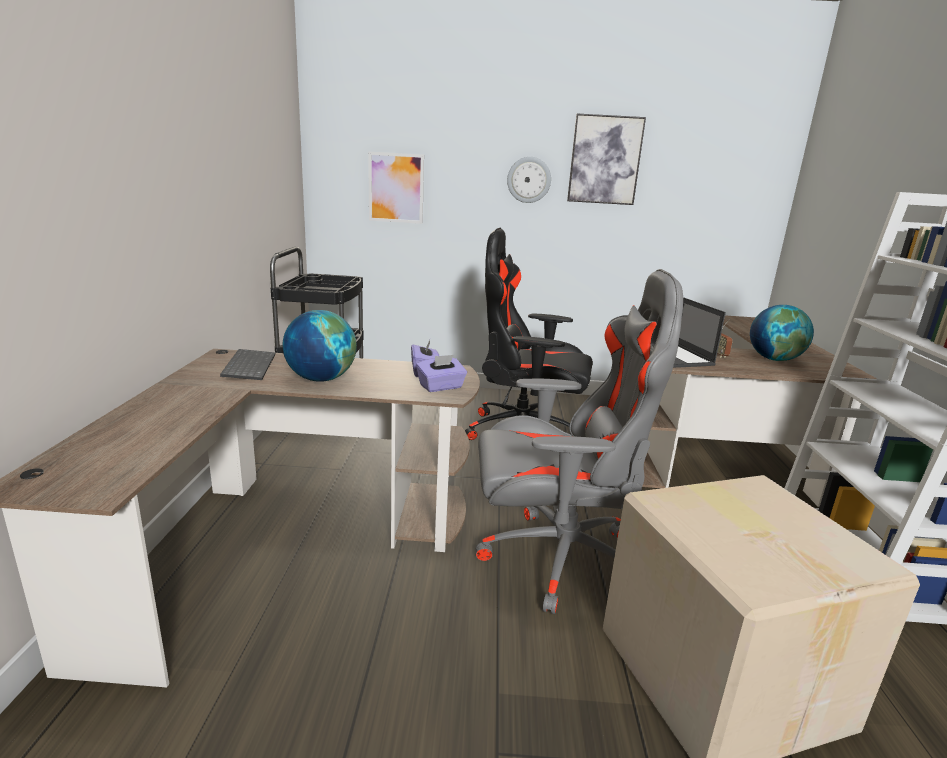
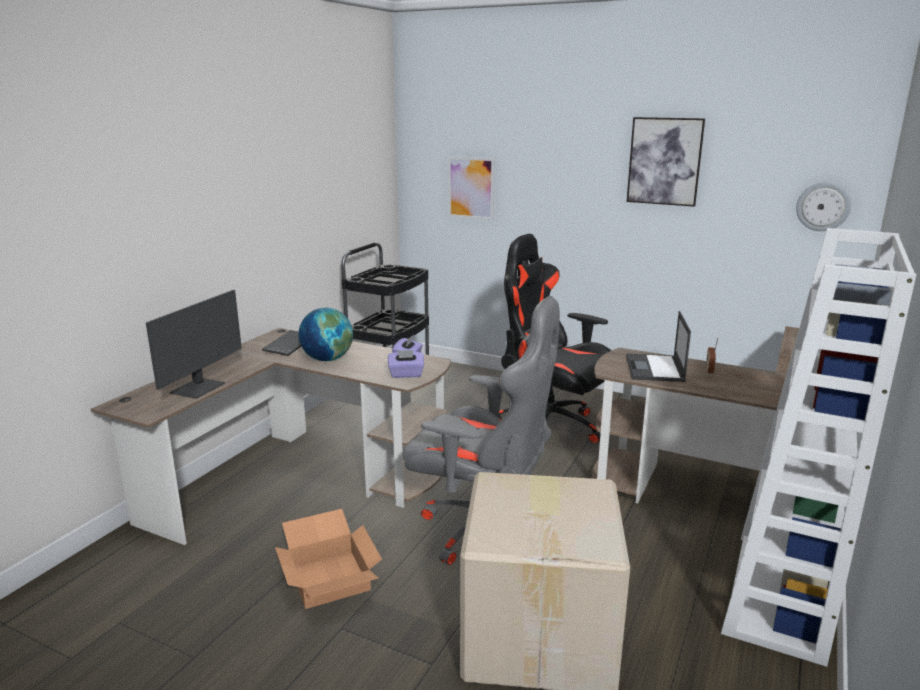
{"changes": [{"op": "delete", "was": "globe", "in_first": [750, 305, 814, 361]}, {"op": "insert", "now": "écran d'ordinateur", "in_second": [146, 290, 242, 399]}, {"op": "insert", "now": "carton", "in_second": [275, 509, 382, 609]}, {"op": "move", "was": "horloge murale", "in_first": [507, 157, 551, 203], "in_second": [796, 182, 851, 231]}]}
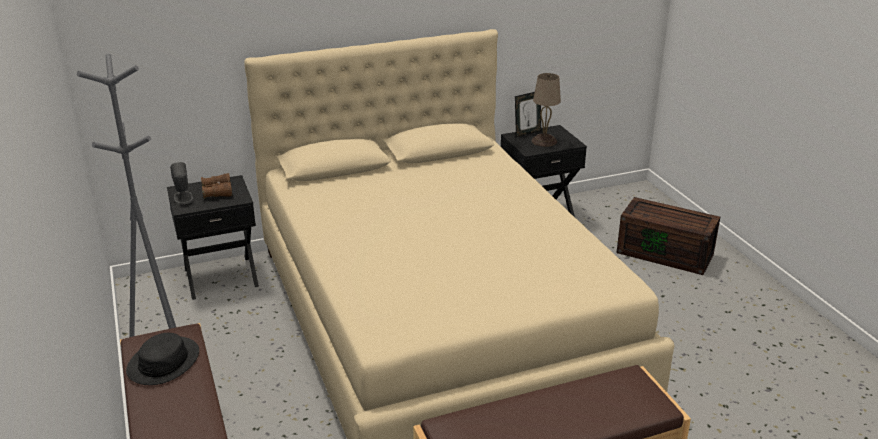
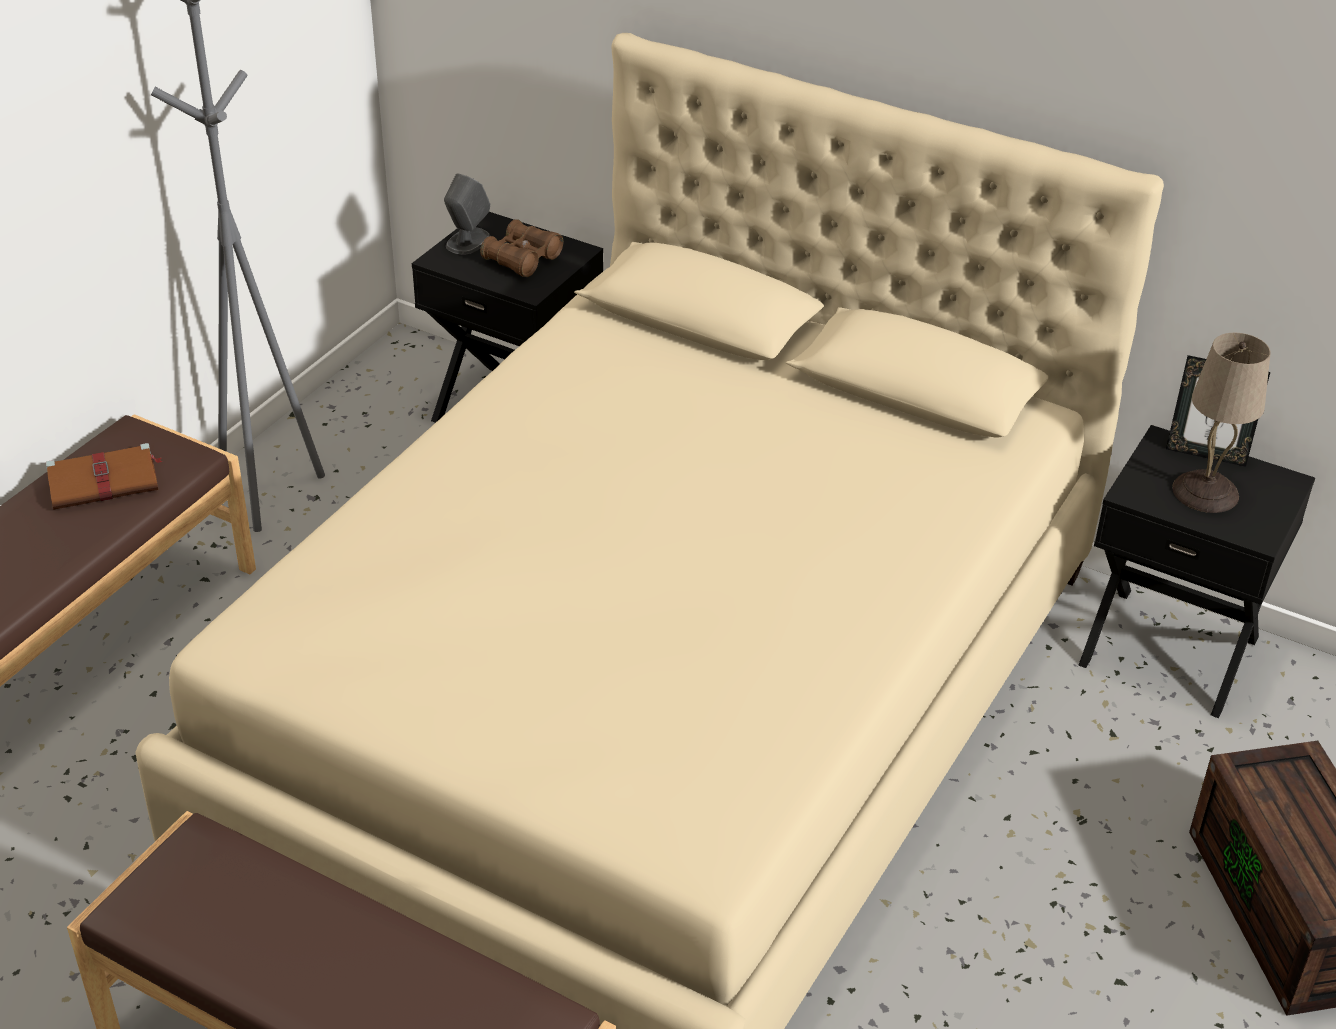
{"changes": [{"op": "replace", "was": "chapeau/noir", "now": "livre/marron", "in_first": [126, 333, 199, 385], "in_second": [46, 443, 162, 510]}]}
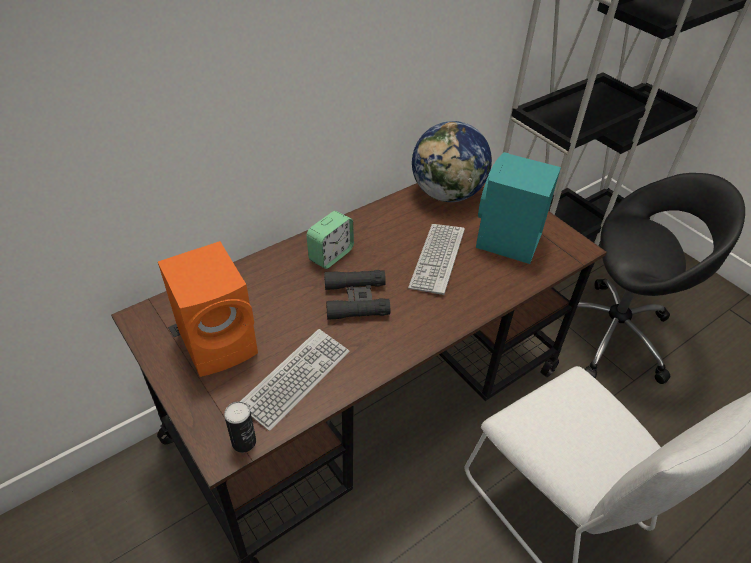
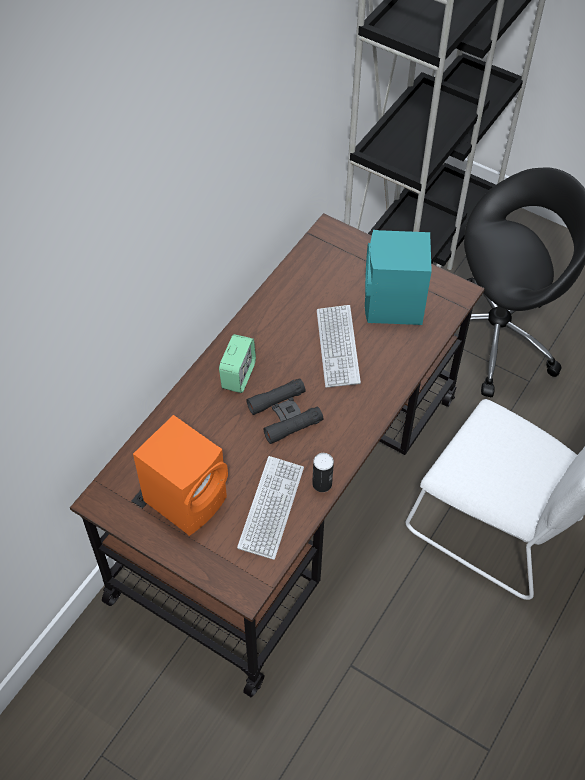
{"changes": [{"op": "delete", "was": "globe", "in_first": [412, 121, 492, 202]}, {"op": "move", "was": "boîte métallique", "in_first": [224, 401, 256, 453], "in_second": [312, 453, 334, 492]}]}
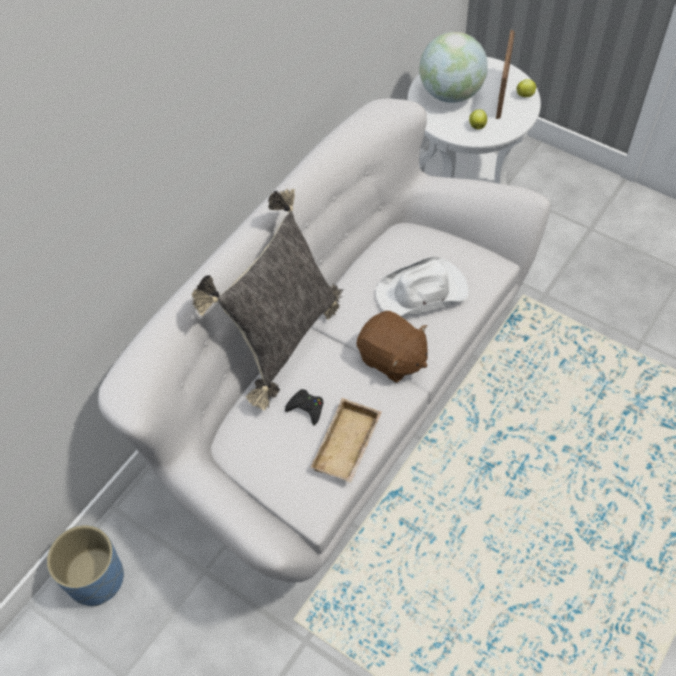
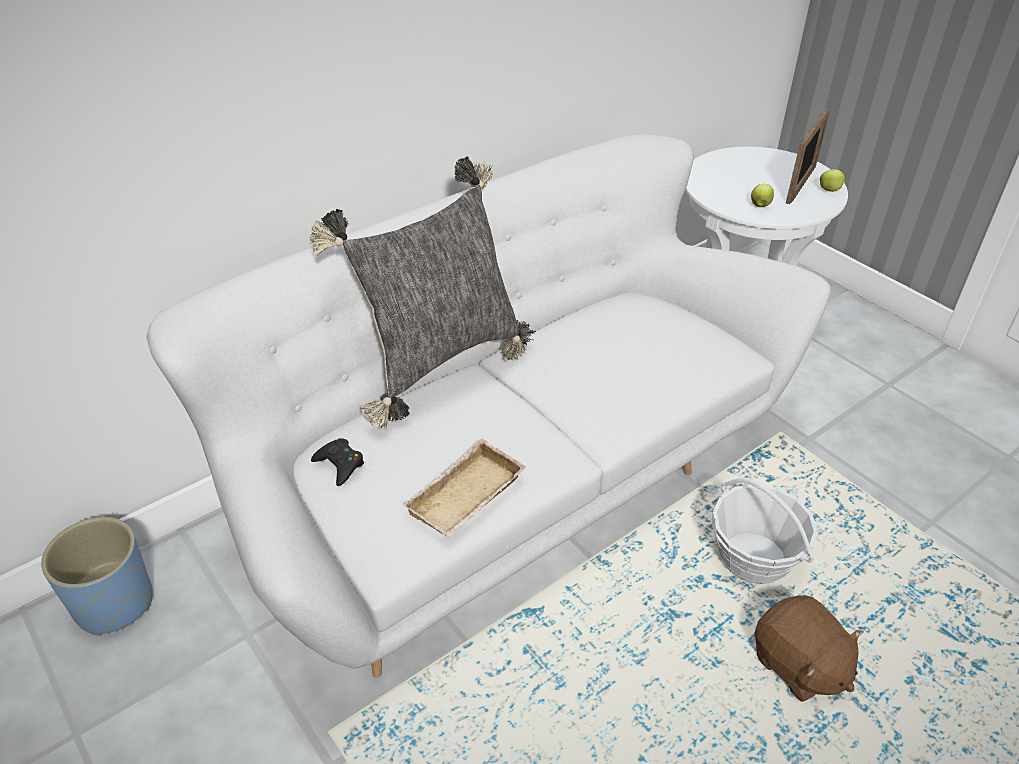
{"changes": [{"op": "delete", "was": "chapeau/blanc", "in_first": [375, 256, 469, 317]}, {"op": "delete", "was": "globe", "in_first": [419, 32, 488, 103]}, {"op": "insert", "now": "panier", "in_second": [712, 478, 818, 584]}, {"op": "move", "was": "manette/noir", "in_first": [285, 389, 323, 426], "in_second": [311, 438, 364, 486]}, {"op": "move", "was": "peluche/marron", "in_first": [357, 311, 428, 383], "in_second": [754, 595, 863, 702]}]}
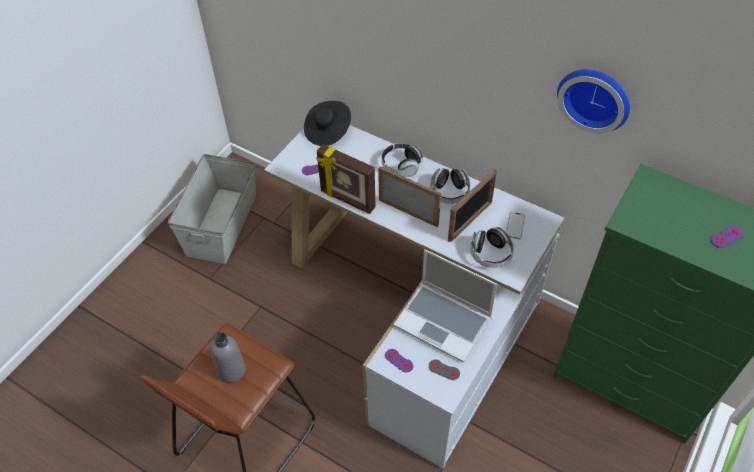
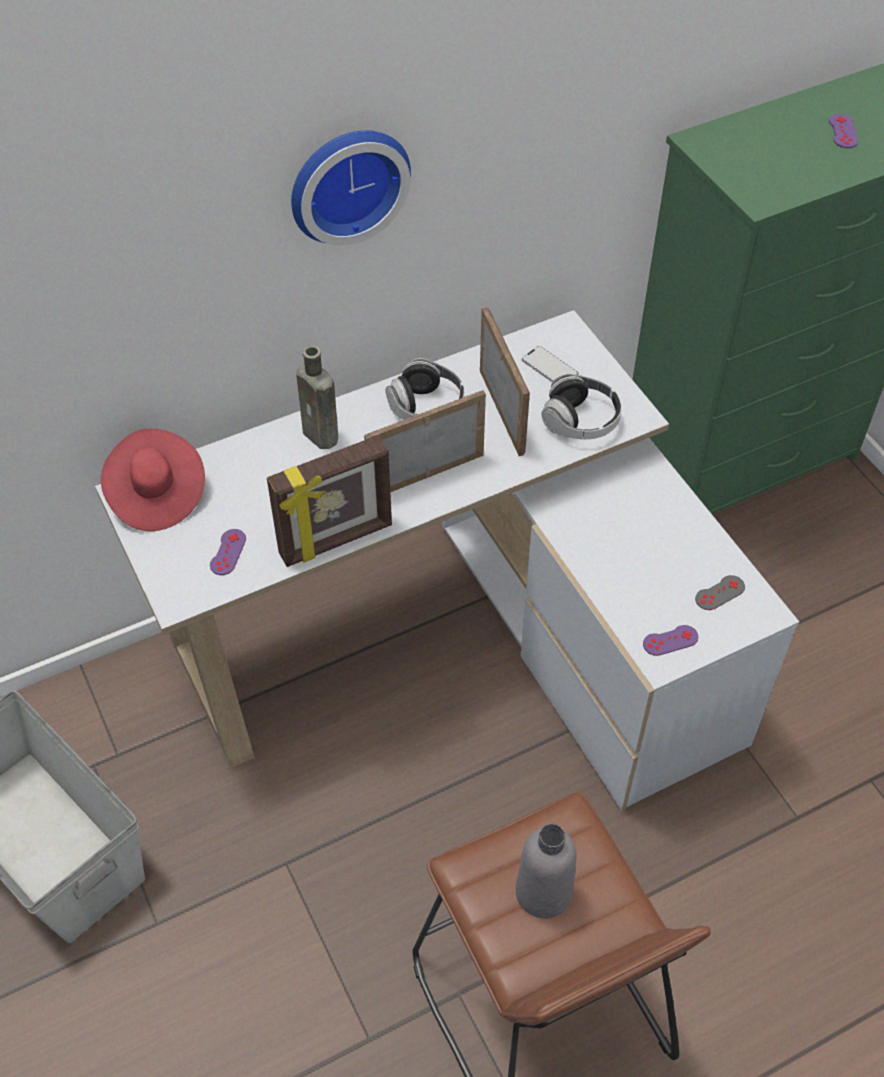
{"changes": [{"op": "delete", "was": "ordinateur portable", "in_first": [393, 249, 497, 363]}, {"op": "move", "was": "horloge murale", "in_first": [557, 69, 630, 133], "in_second": [291, 130, 411, 245]}, {"op": "replace", "was": "casque audio", "now": "bouteille/marron", "in_first": [382, 143, 423, 177], "in_second": [297, 346, 338, 449]}, {"op": "recolor", "was": "chapeau/noir", "now": "chapeau/rouge", "in_first": [304, 101, 351, 146], "in_second": [101, 428, 205, 531]}]}
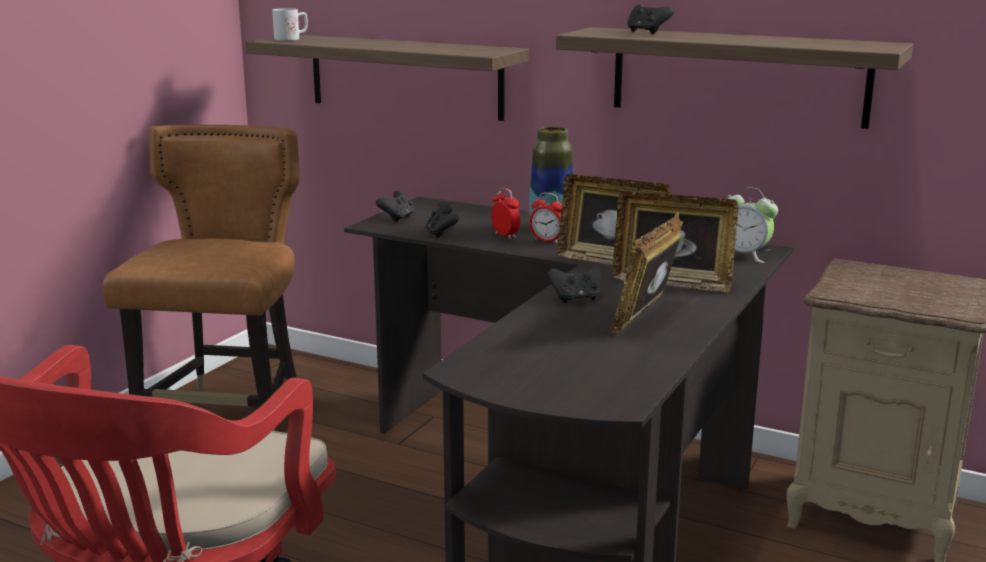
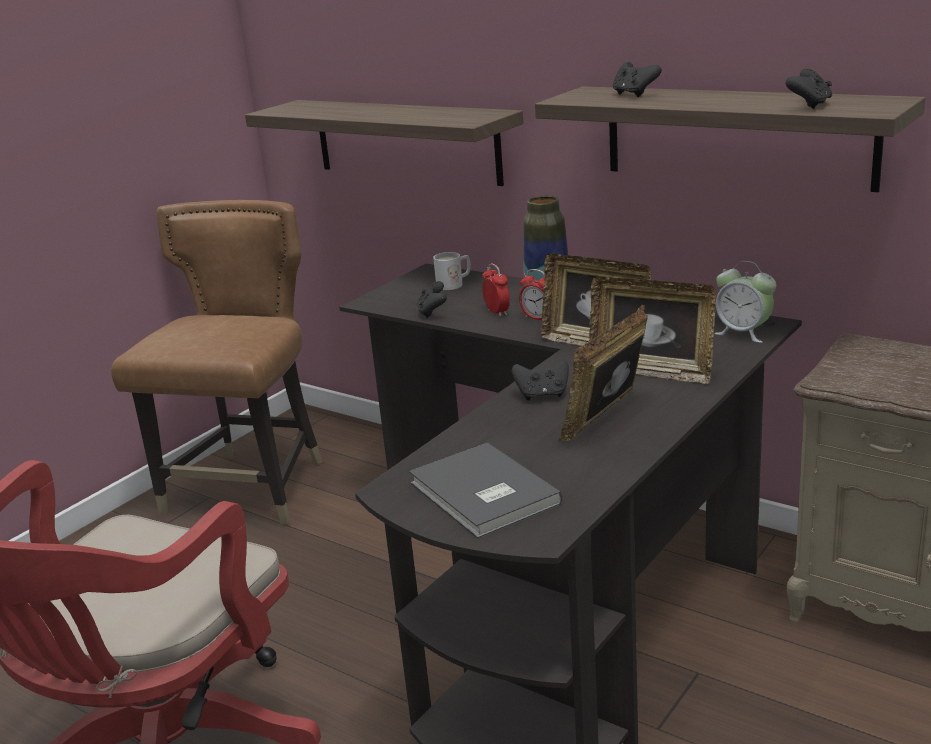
{"changes": [{"op": "insert", "now": "livre/gris", "in_second": [409, 443, 562, 538]}, {"op": "move", "was": "mug/blanc", "in_first": [272, 8, 308, 41], "in_second": [433, 252, 471, 290]}, {"op": "move", "was": "manette/noir", "in_first": [376, 191, 414, 222], "in_second": [786, 69, 832, 109]}]}
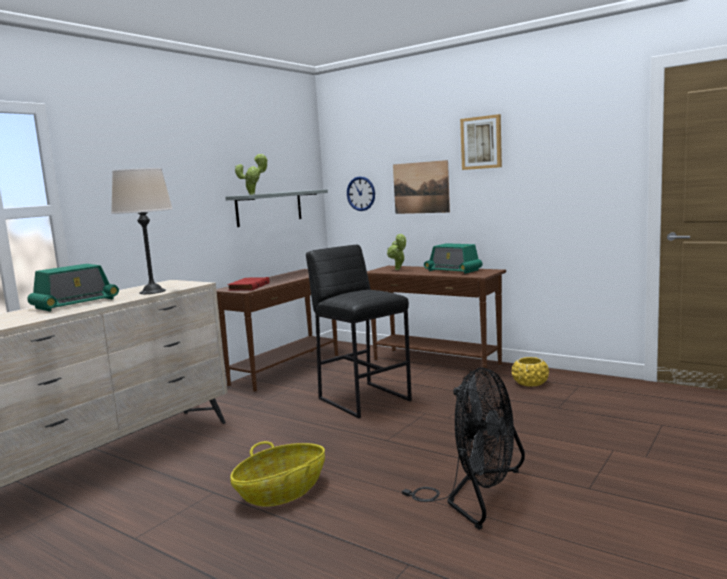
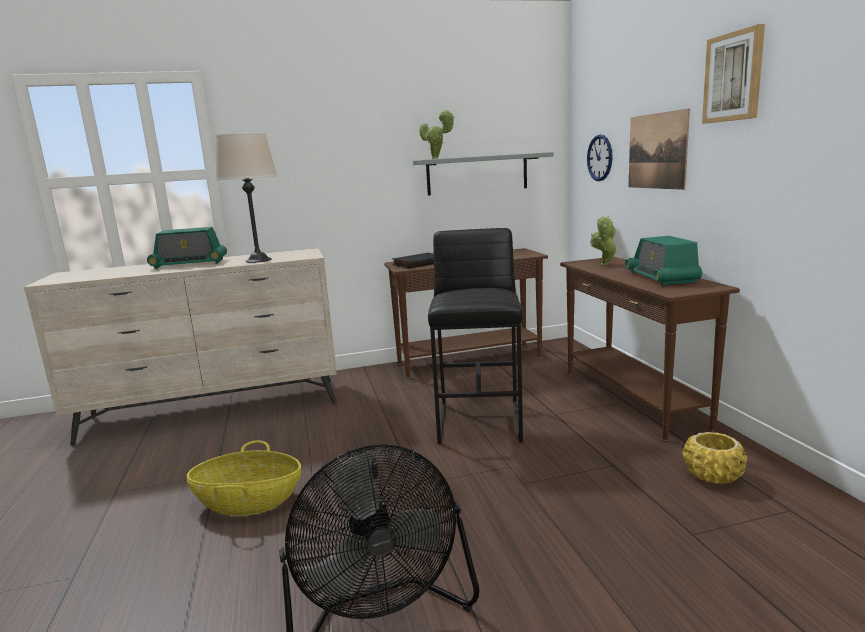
{"changes": [{"op": "recolor", "was": "livre/rouge", "now": "livre/noir", "in_first": [227, 277, 270, 290], "in_second": [392, 253, 434, 269]}]}
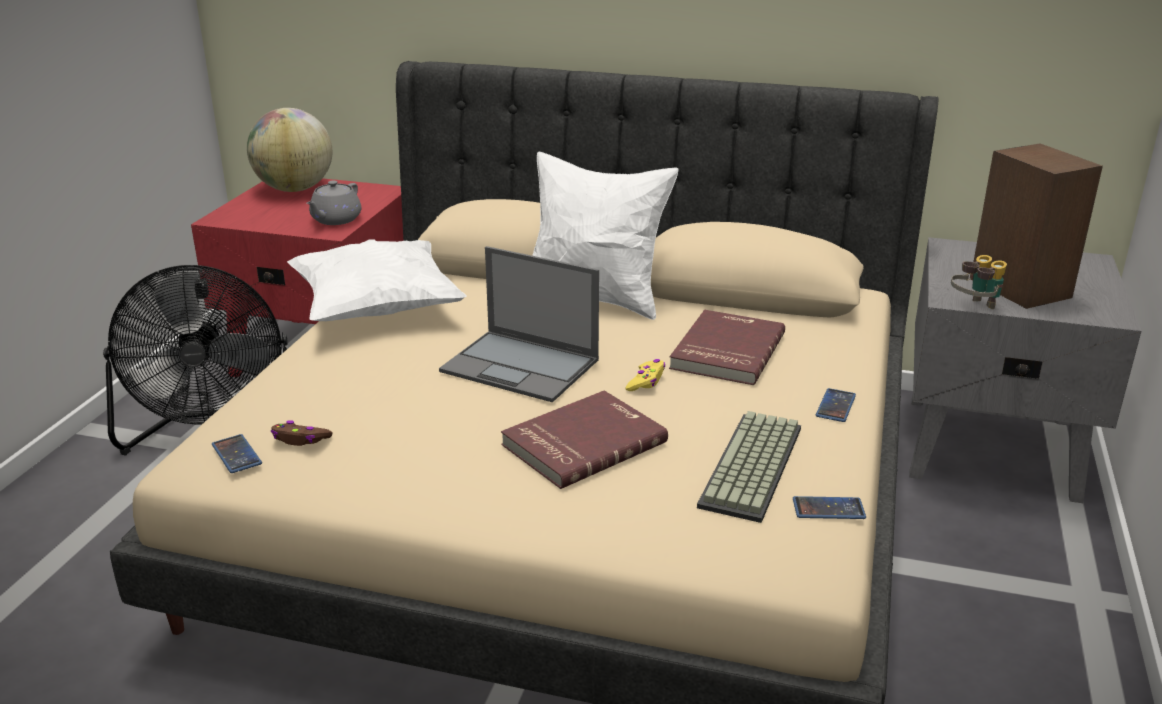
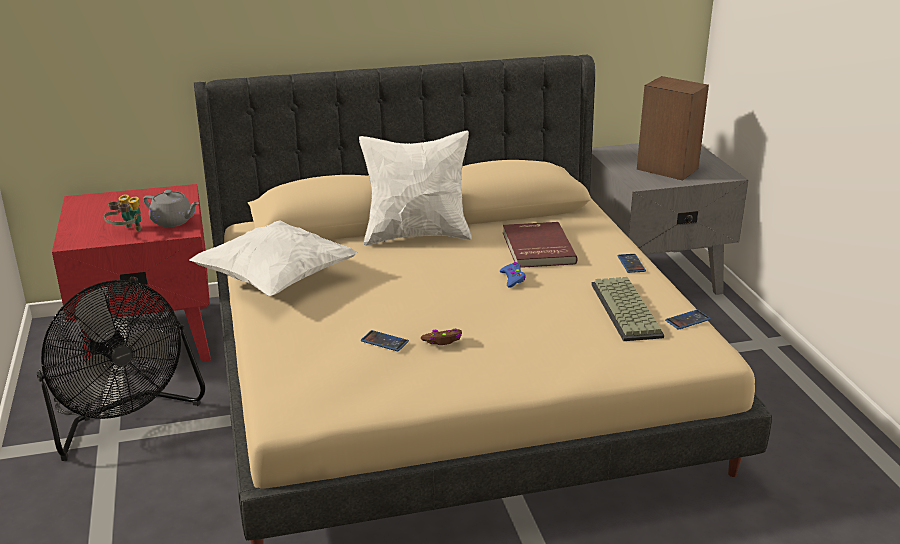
{"changes": [{"op": "delete", "was": "globe", "in_first": [247, 108, 332, 192]}, {"op": "delete", "was": "ordinateur portable", "in_first": [439, 246, 599, 403]}, {"op": "delete", "was": "livre/rouge", "in_first": [501, 390, 668, 489]}, {"op": "move", "was": "téléphone", "in_first": [212, 434, 262, 473], "in_second": [361, 330, 409, 352]}, {"op": "move", "was": "manette/marron", "in_first": [270, 420, 333, 446], "in_second": [421, 329, 462, 345]}, {"op": "move", "was": "jumelles", "in_first": [951, 255, 1007, 309], "in_second": [104, 194, 141, 231]}, {"op": "recolor", "was": "manette/jaune", "now": "manette/bleu", "in_first": [626, 359, 665, 391], "in_second": [500, 262, 526, 288]}, {"op": "rotate", "was": "théière/gris", "in_first": [306, 180, 361, 225], "in_second": [143, 190, 199, 227], "clockwise": -60}]}
